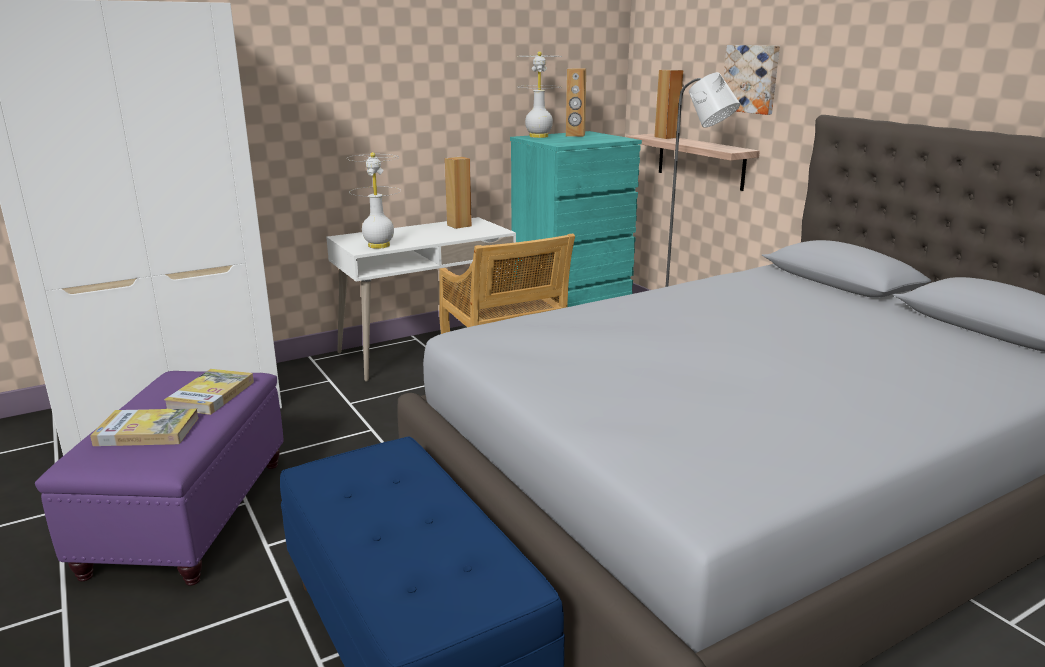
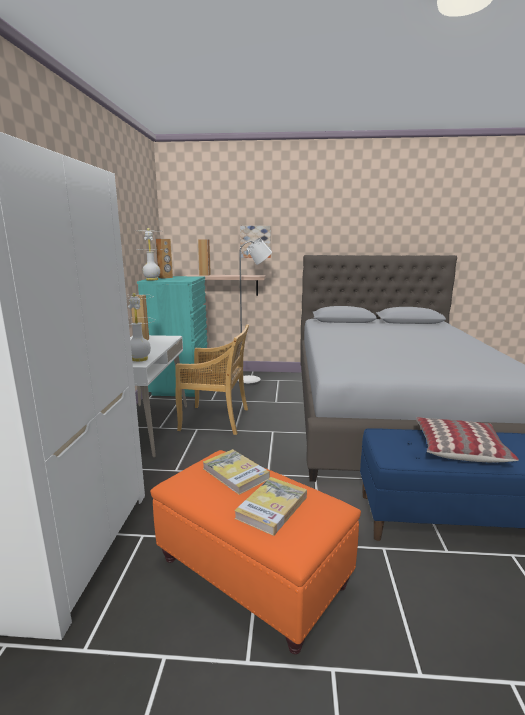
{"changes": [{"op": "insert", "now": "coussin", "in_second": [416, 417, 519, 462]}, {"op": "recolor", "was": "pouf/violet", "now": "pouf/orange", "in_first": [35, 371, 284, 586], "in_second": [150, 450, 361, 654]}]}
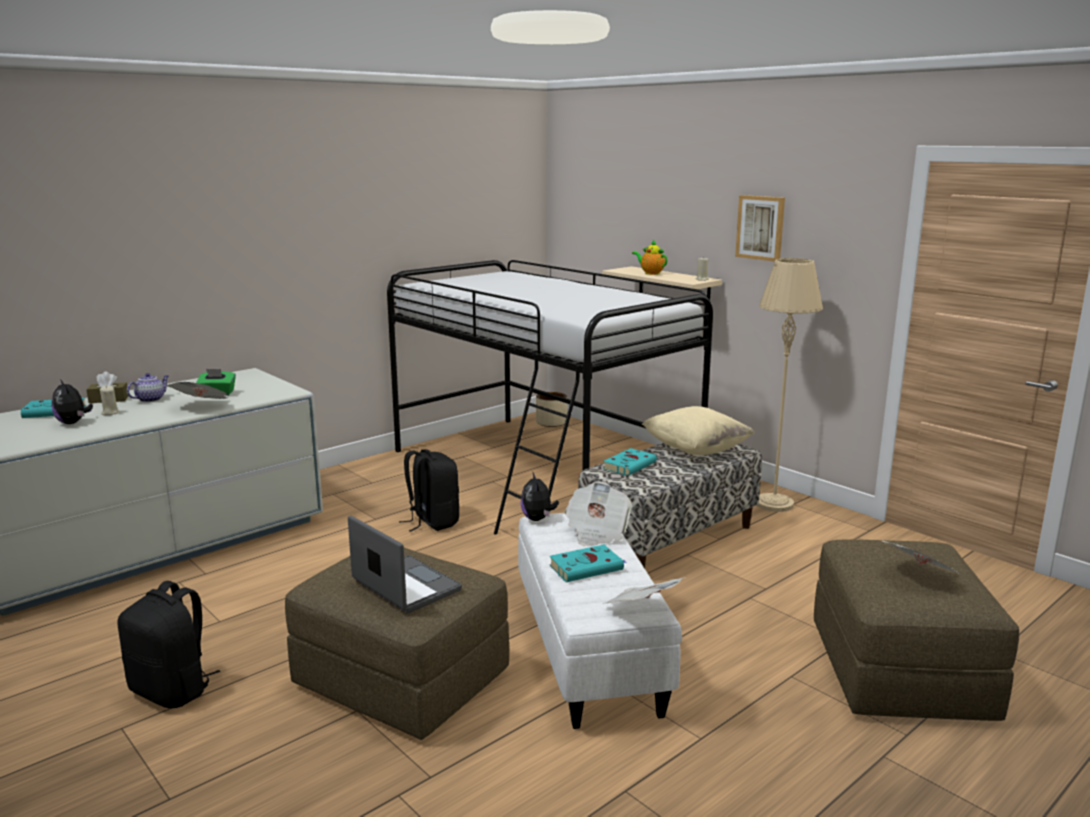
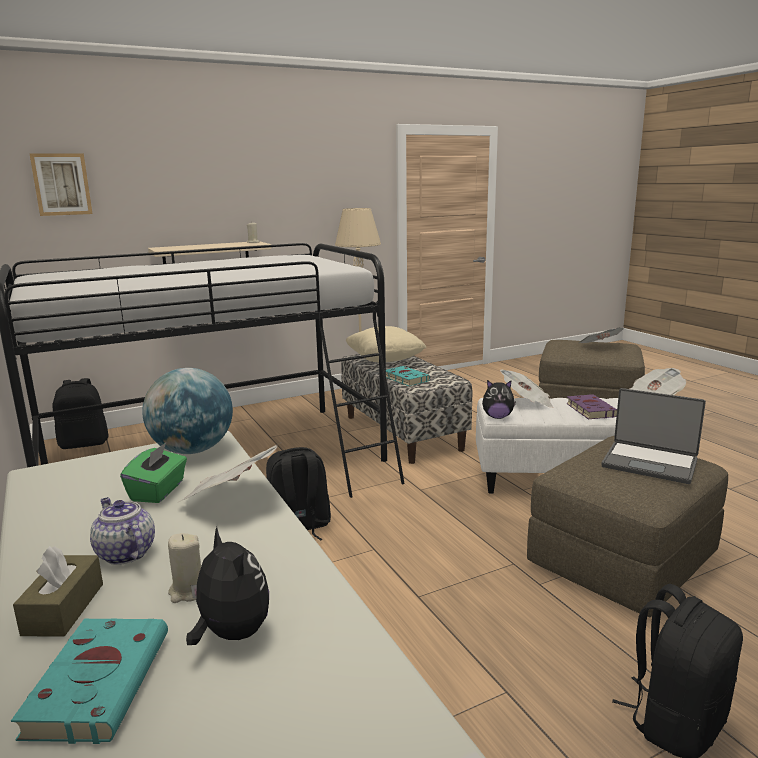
{"changes": [{"op": "delete", "was": "théière", "in_first": [632, 240, 667, 275]}, {"op": "insert", "now": "globe", "in_second": [142, 368, 233, 454]}, {"op": "move", "was": "tableau", "in_first": [735, 195, 785, 262], "in_second": [29, 153, 93, 216]}, {"op": "replace", "was": "cache-pot/beige", "now": "sac à dos/noir", "in_first": [536, 392, 567, 427], "in_second": [52, 378, 109, 449]}, {"op": "recolor", "was": "livre/turquoise", "now": "livre/violet", "in_first": [550, 544, 626, 582], "in_second": [566, 394, 617, 419]}, {"op": "rotate", "was": "peluche", "in_first": [52, 379, 93, 424], "in_second": [186, 527, 269, 645], "clockwise": -105}, {"op": "rotate", "was": "ordinateur portable", "in_first": [348, 516, 462, 614], "in_second": [601, 388, 706, 484], "clockwise": -120}]}
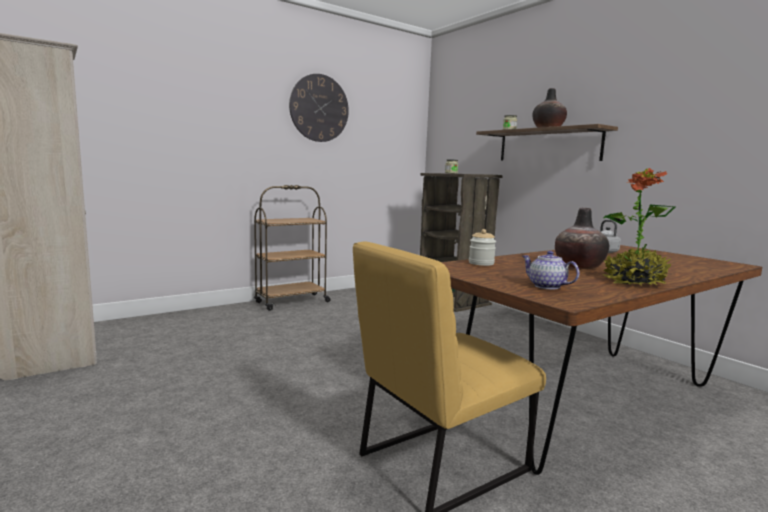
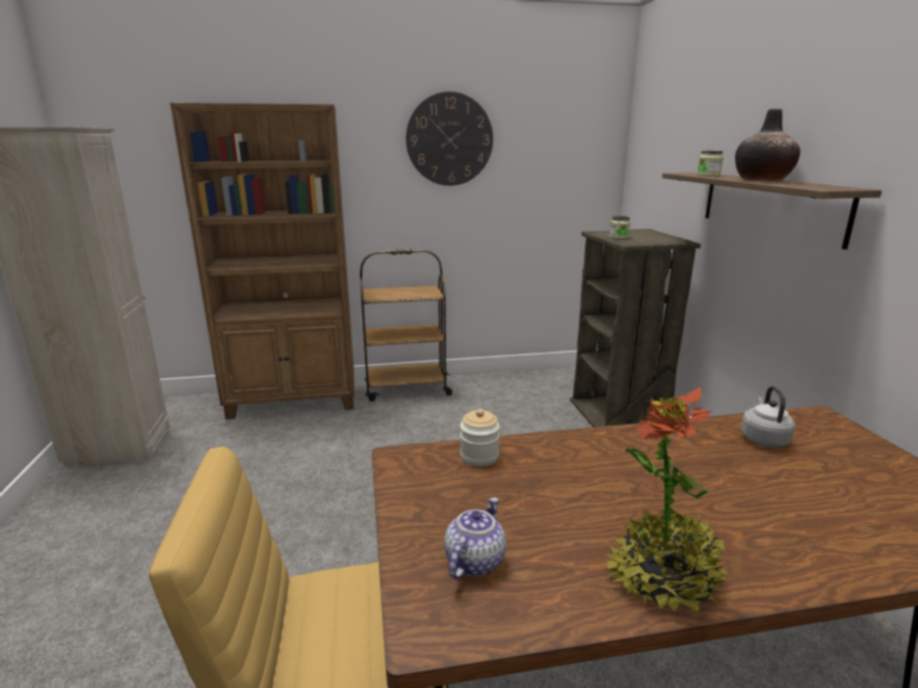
{"changes": [{"op": "delete", "was": "vase", "in_first": [555, 208, 609, 269]}, {"op": "insert", "now": "bibliothèque/marron", "in_second": [170, 103, 355, 419]}, {"op": "rotate", "was": "théière", "in_first": [522, 251, 580, 289], "in_second": [445, 498, 506, 579], "clockwise": 45}]}
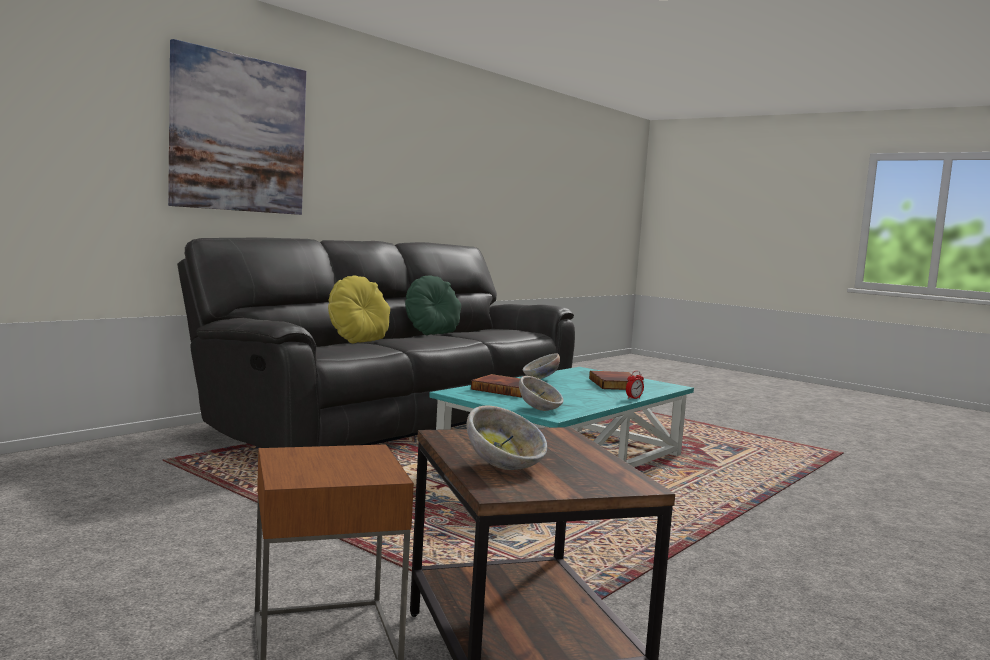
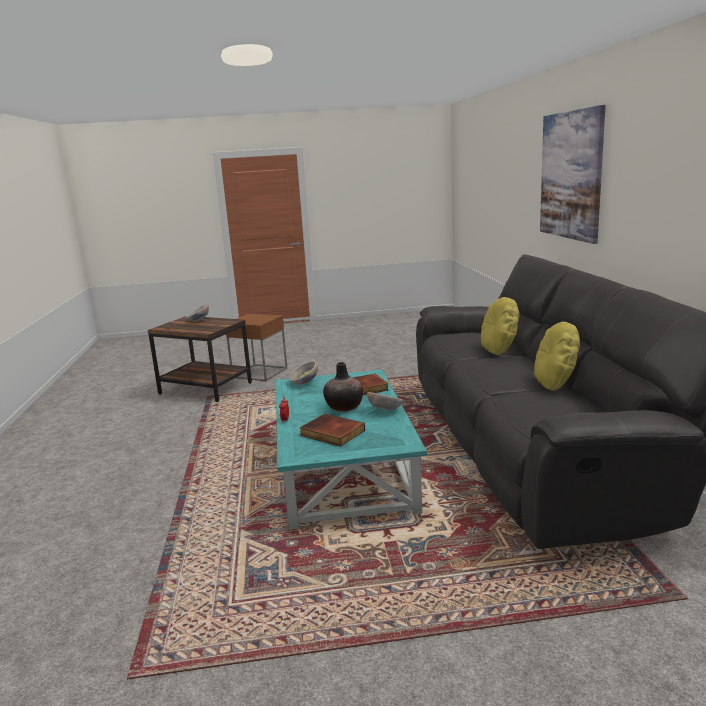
{"changes": [{"op": "insert", "now": "vase", "in_second": [323, 362, 363, 412]}, {"op": "recolor", "was": "coussin/vert", "now": "coussin/jaune", "in_first": [405, 275, 461, 335], "in_second": [534, 322, 580, 391]}]}
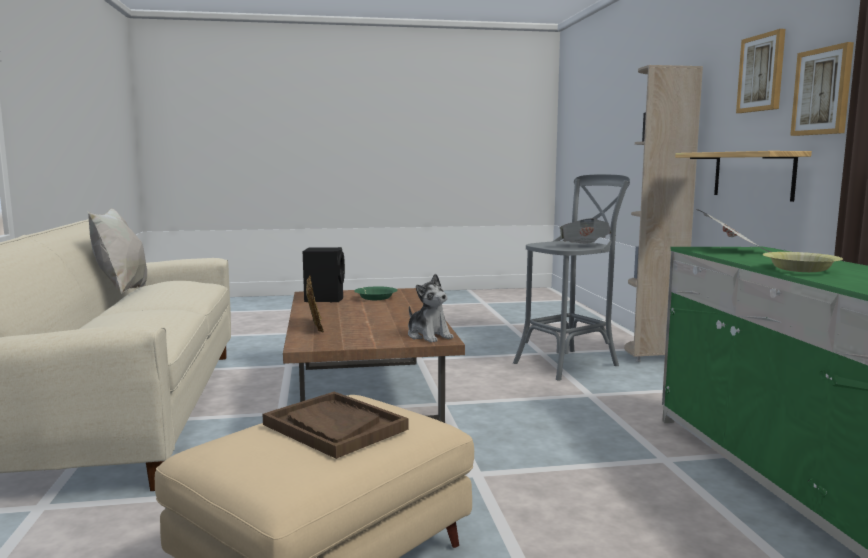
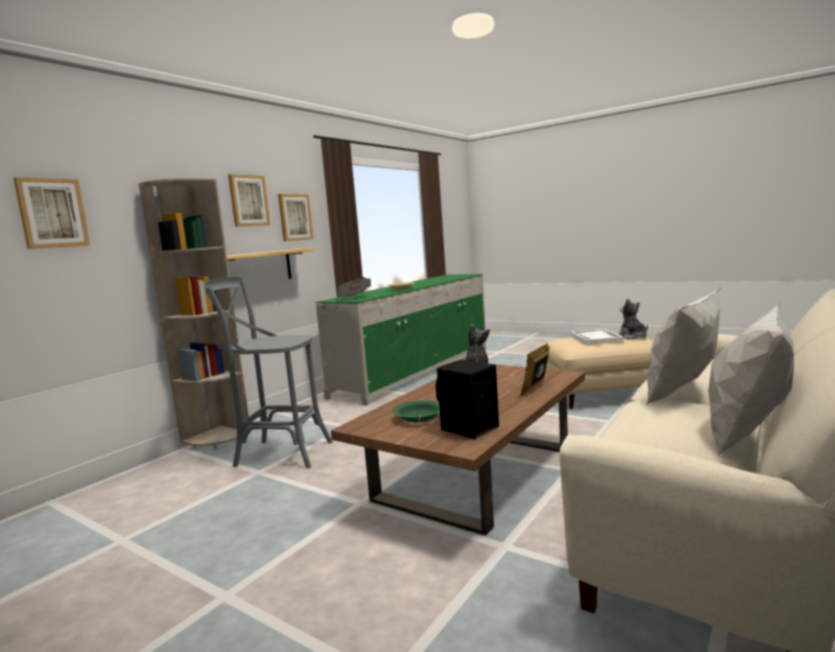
{"changes": [{"op": "delete", "was": "journal", "in_first": [560, 218, 611, 244]}, {"op": "insert", "now": "tableau", "in_second": [14, 177, 90, 249]}, {"op": "insert", "now": "peluche", "in_second": [617, 298, 648, 339]}, {"op": "insert", "now": "coussin/blanc", "in_second": [646, 287, 721, 406]}, {"op": "recolor", "was": "plateau/marron", "now": "plateau/blanc", "in_first": [262, 392, 409, 459], "in_second": [570, 329, 623, 345]}]}
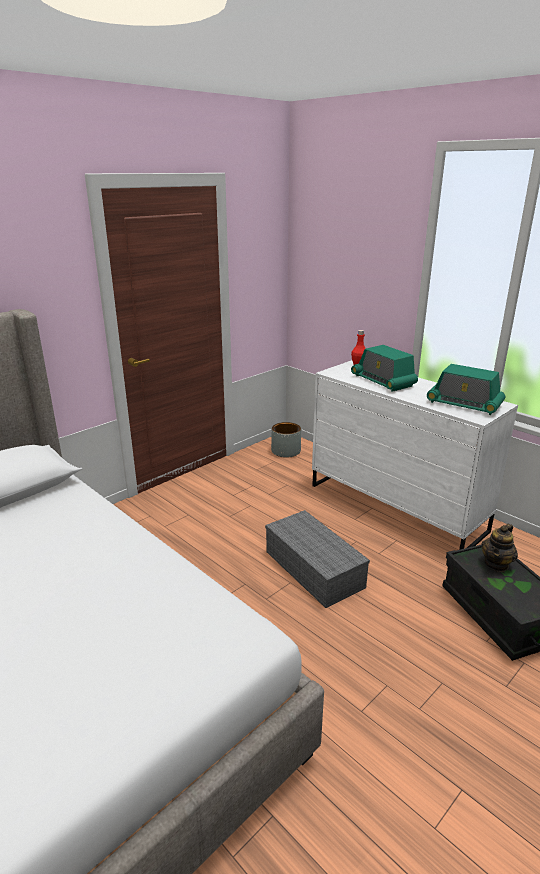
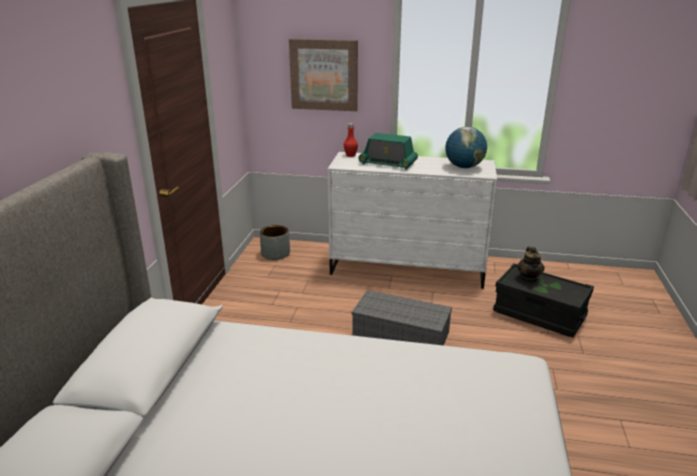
{"changes": [{"op": "insert", "now": "tableau", "in_second": [289, 39, 358, 111]}, {"op": "replace", "was": "radio", "now": "globe", "in_first": [427, 364, 505, 415], "in_second": [445, 127, 487, 168]}]}
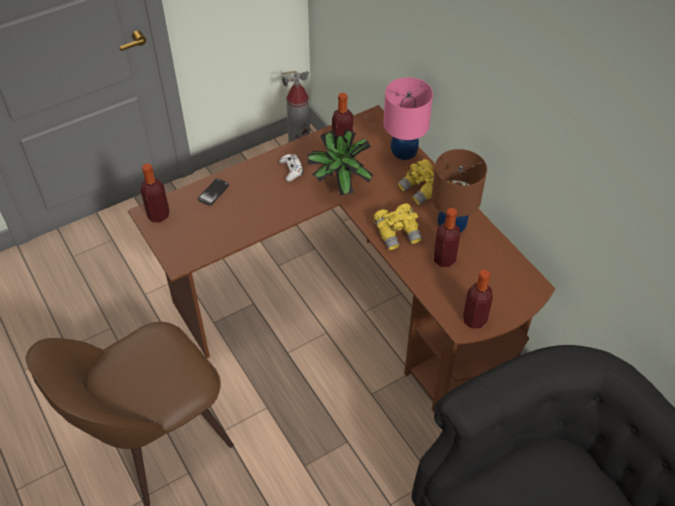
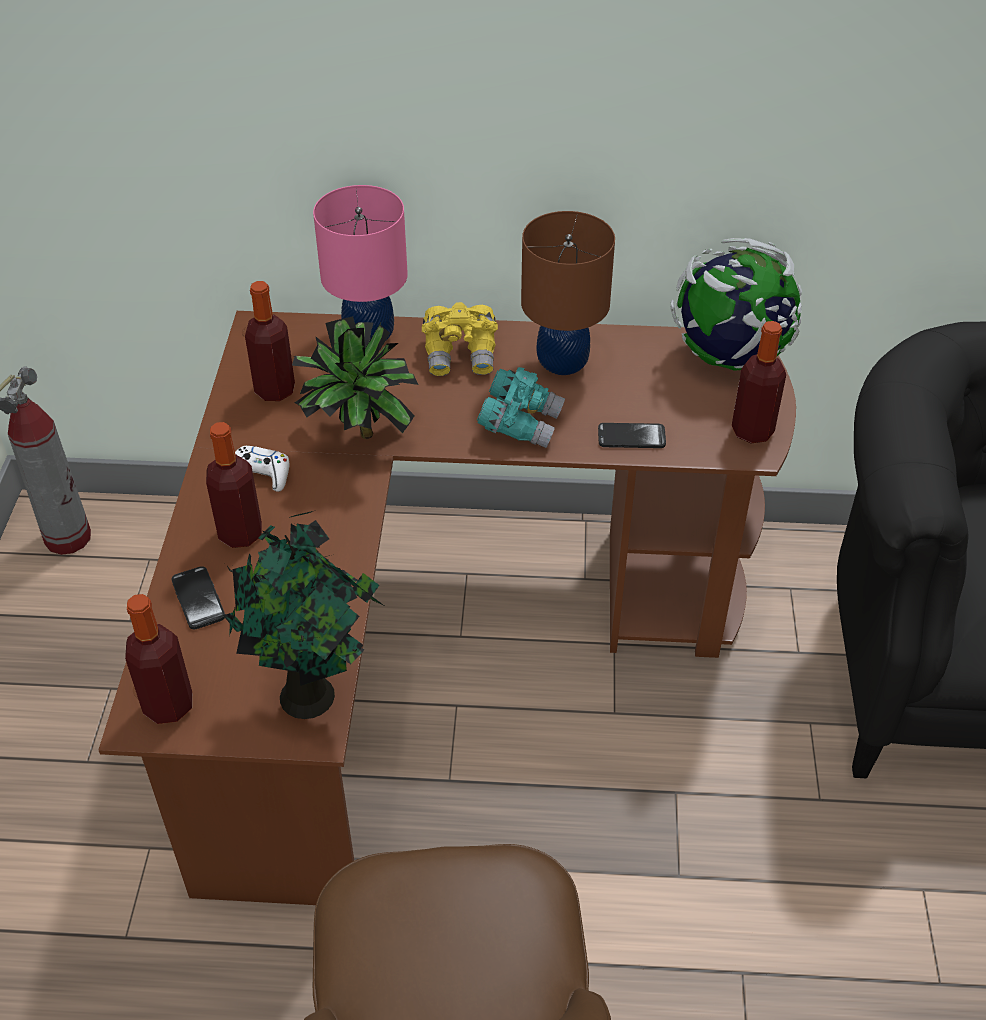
{"changes": [{"op": "insert", "now": "plante en pot", "in_second": [223, 511, 384, 719]}, {"op": "insert", "now": "téléphone", "in_second": [598, 423, 666, 448]}, {"op": "insert", "now": "globe", "in_second": [671, 238, 802, 370]}, {"op": "move", "was": "bouteille", "in_first": [434, 208, 460, 267], "in_second": [206, 422, 262, 548]}, {"op": "recolor", "was": "jumelles/jaune", "now": "jumelles/turquoise", "in_first": [374, 204, 422, 250], "in_second": [477, 367, 565, 448]}]}
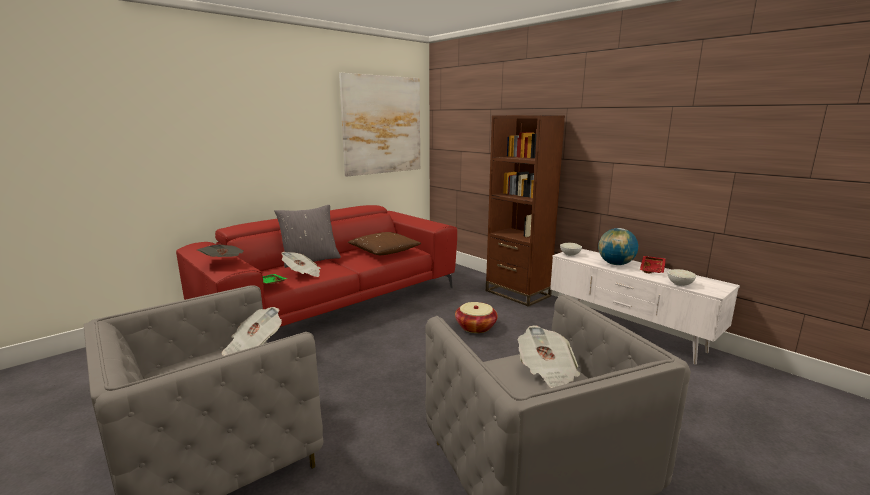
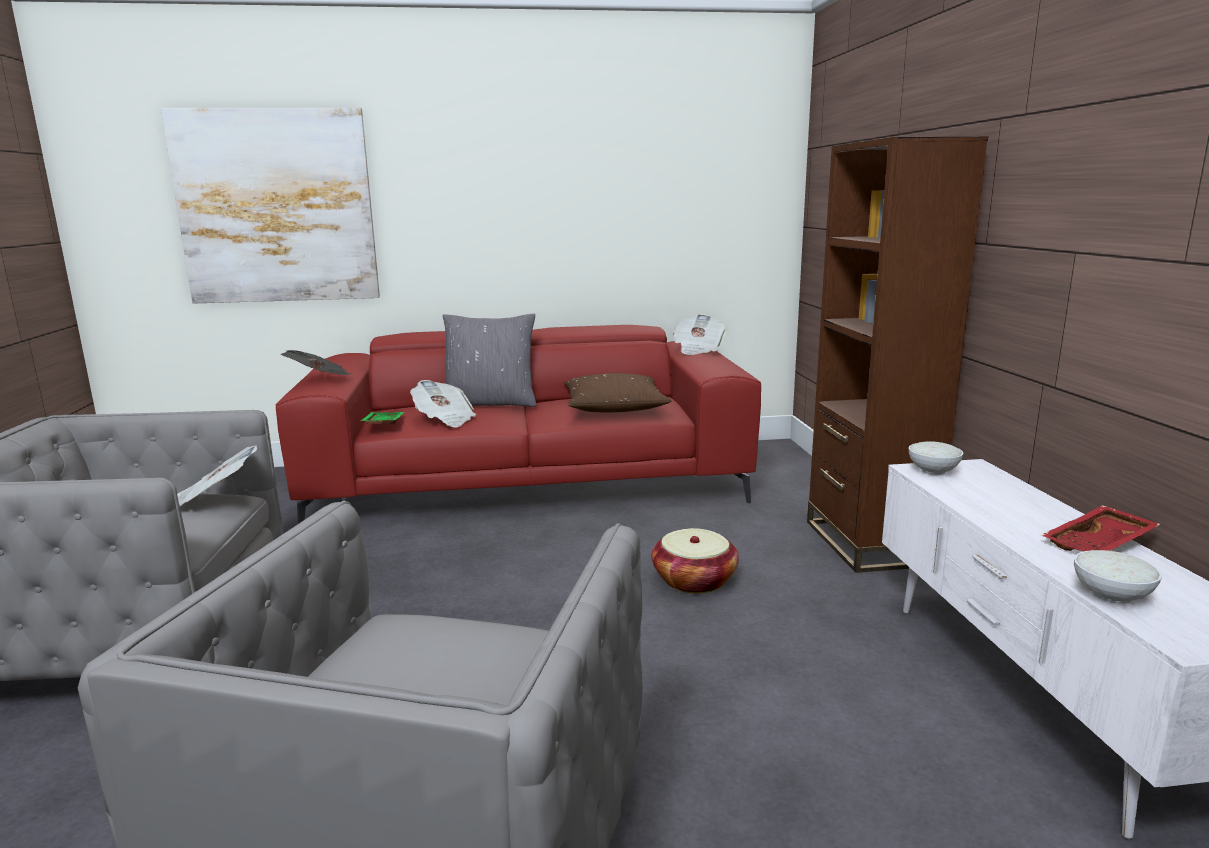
{"changes": [{"op": "delete", "was": "globe", "in_first": [598, 228, 638, 265]}, {"op": "move", "was": "tableau", "in_first": [339, 73, 420, 176], "in_second": [161, 108, 380, 304]}, {"op": "move", "was": "journal", "in_first": [518, 325, 580, 388], "in_second": [673, 314, 727, 355]}]}
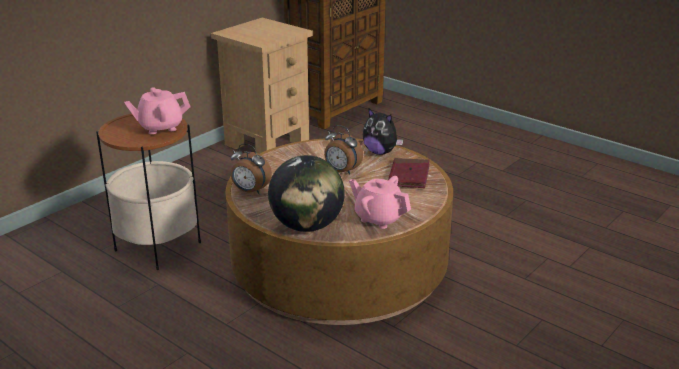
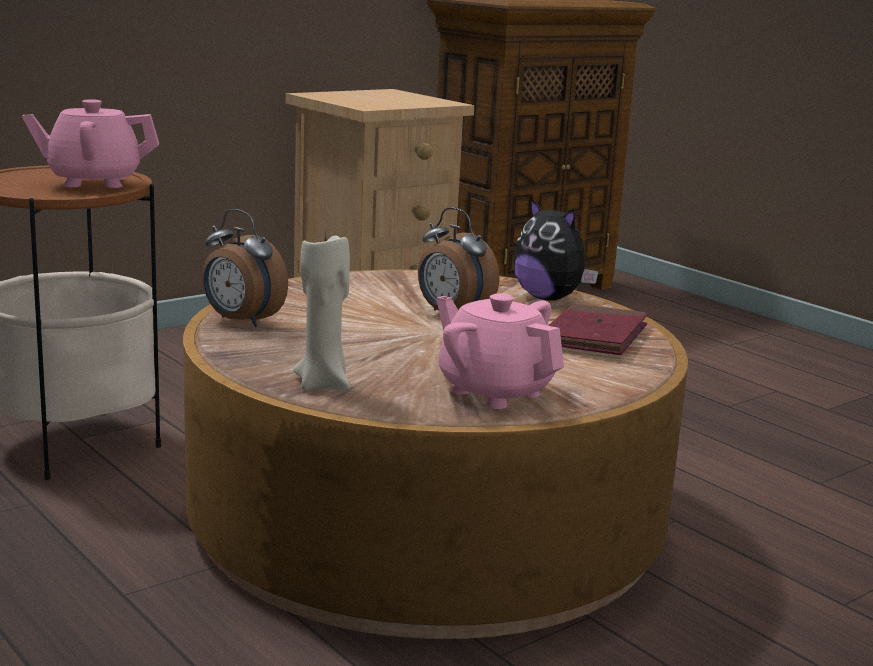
{"changes": [{"op": "replace", "was": "globe", "now": "bougie/beige", "in_first": [268, 155, 345, 232], "in_second": [293, 229, 350, 391]}]}
